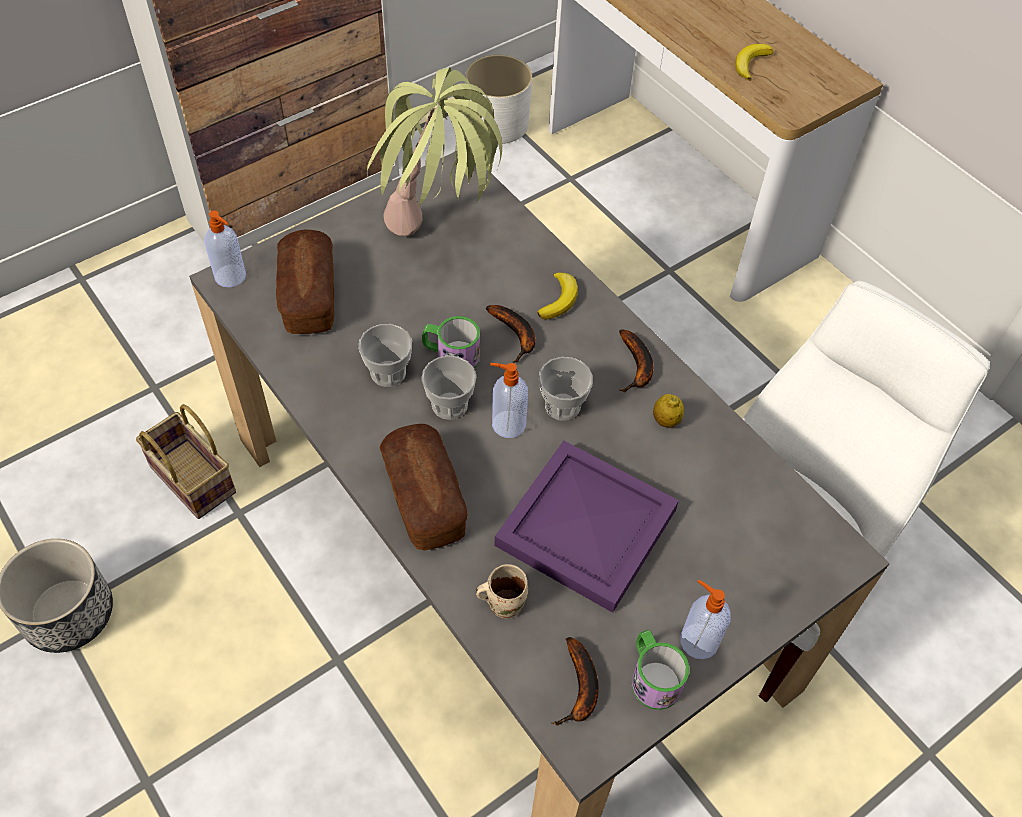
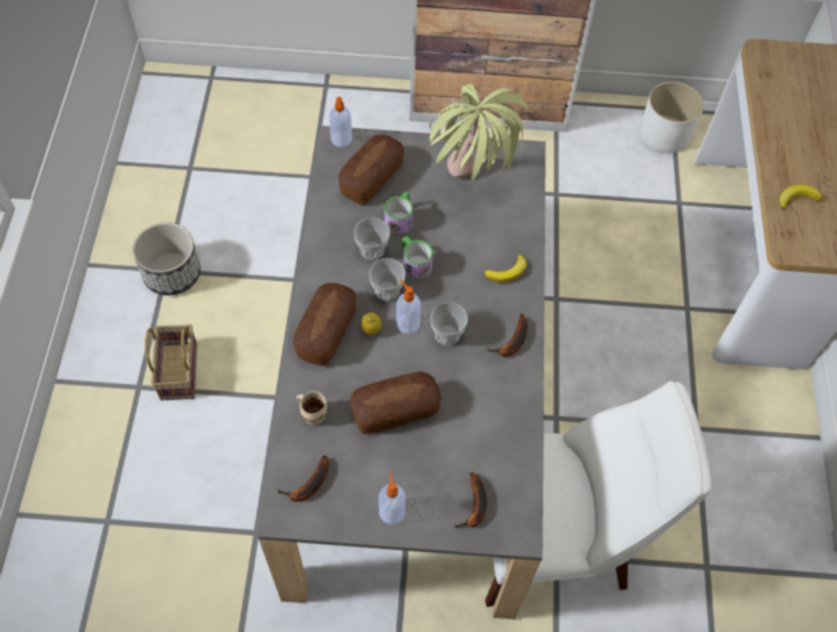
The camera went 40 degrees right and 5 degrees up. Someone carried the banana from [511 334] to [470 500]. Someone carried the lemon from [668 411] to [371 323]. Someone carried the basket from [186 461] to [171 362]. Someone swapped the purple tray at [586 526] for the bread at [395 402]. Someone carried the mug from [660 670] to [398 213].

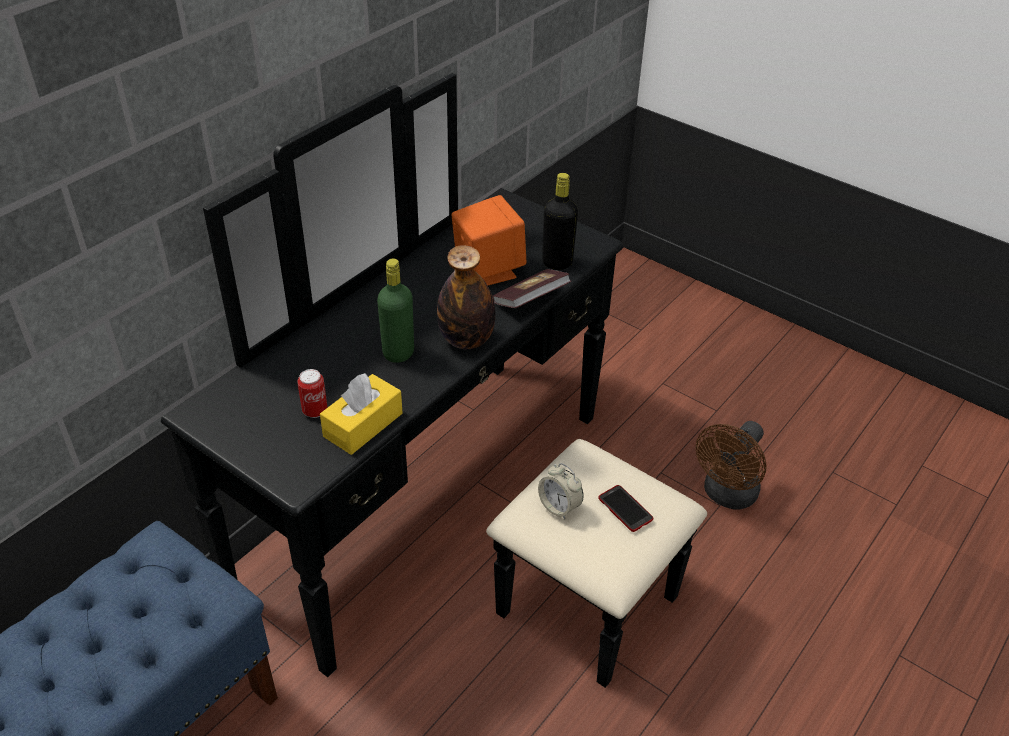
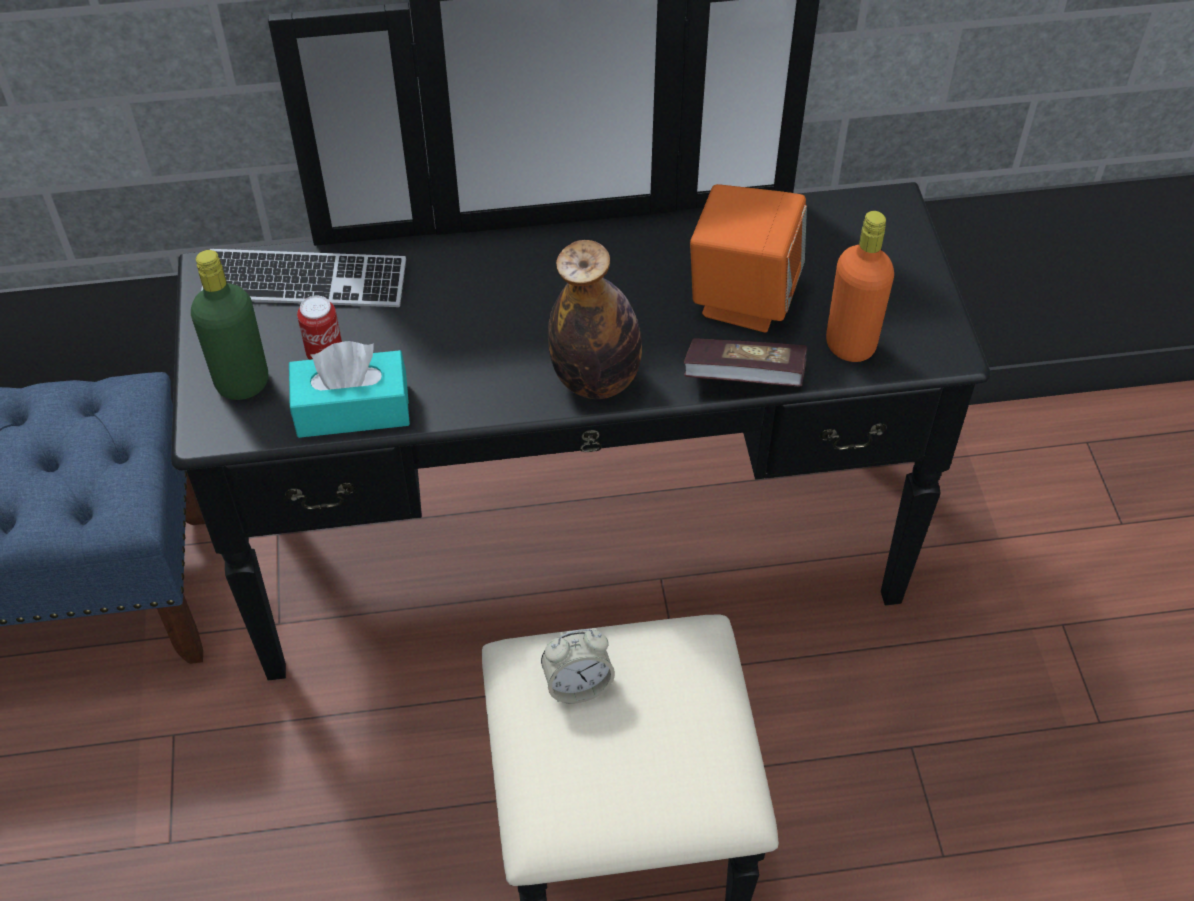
The camera went 45 degrees right and 10 degrees up. Someone repainted the black bottle at [560 221], which became the orange bottle at [860 286]. Someone carried the green bottle from [395 310] to [229 325]. Someone repainted the yellow tissue box at [361 414], which became the turquoise tissue box at [349 389]. Someone took away the brown fan at [731 465]. Someone rotated the alarm clock at [561 491] by 105 degrees counterclockwise. Someone took away the phone at [625 508]. Someone put down the keyboard at [303 278].

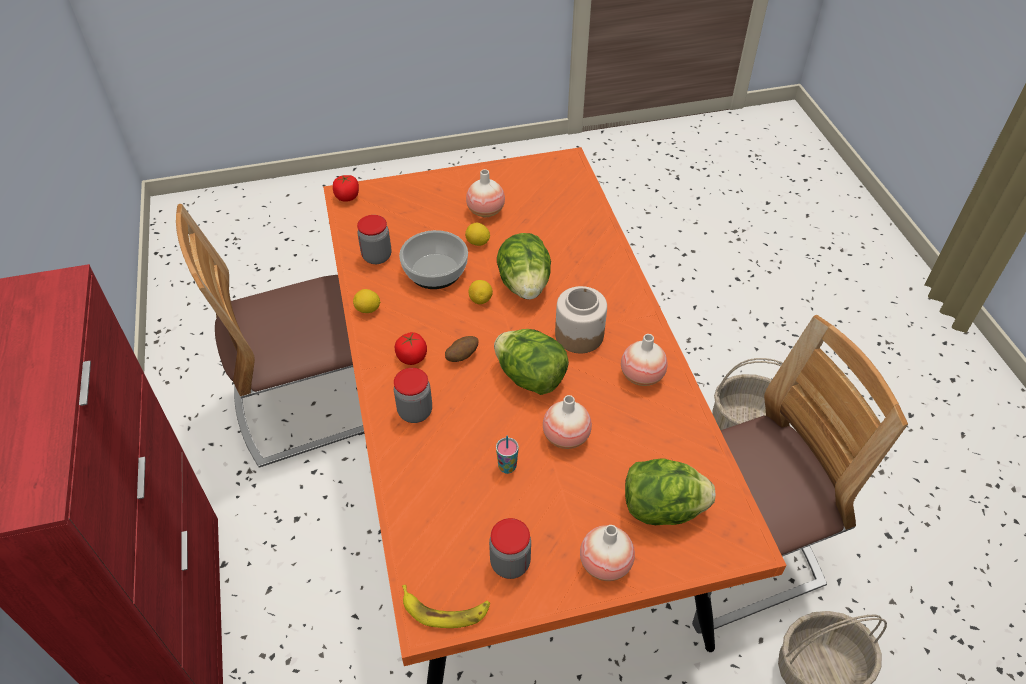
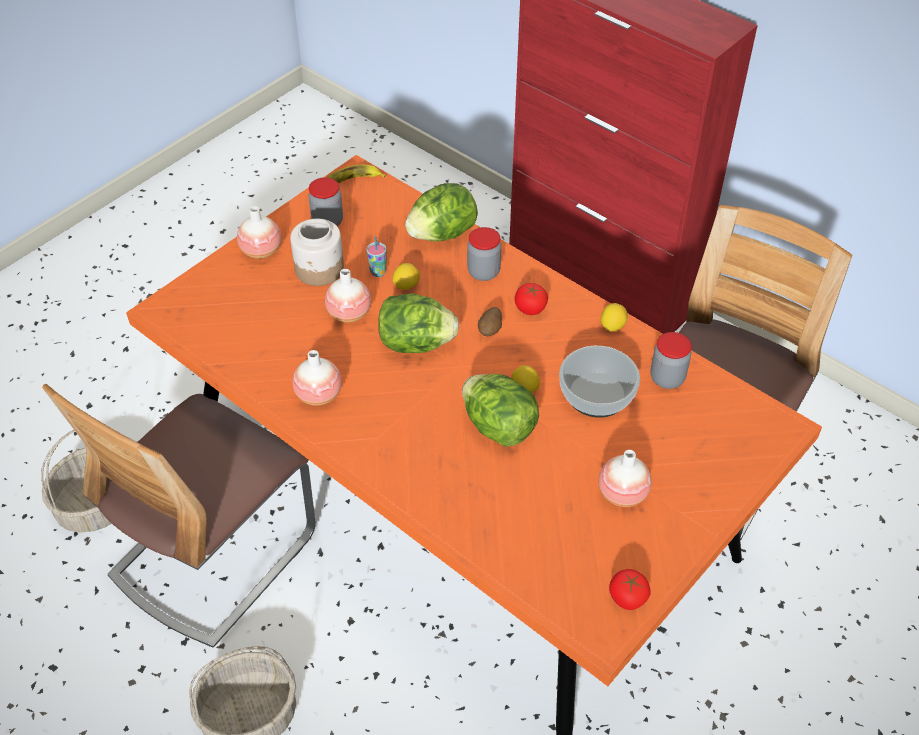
The camera went 145 degrees right and 0 degrees up. Someone carried the tomato from [346 188] to [630 589]. Someone carried the lemon from [477 234] to [406 276]. Someone carried the jar from [581 319] to [317 252]. Someone carried the lettuce from [670 491] to [441 212].

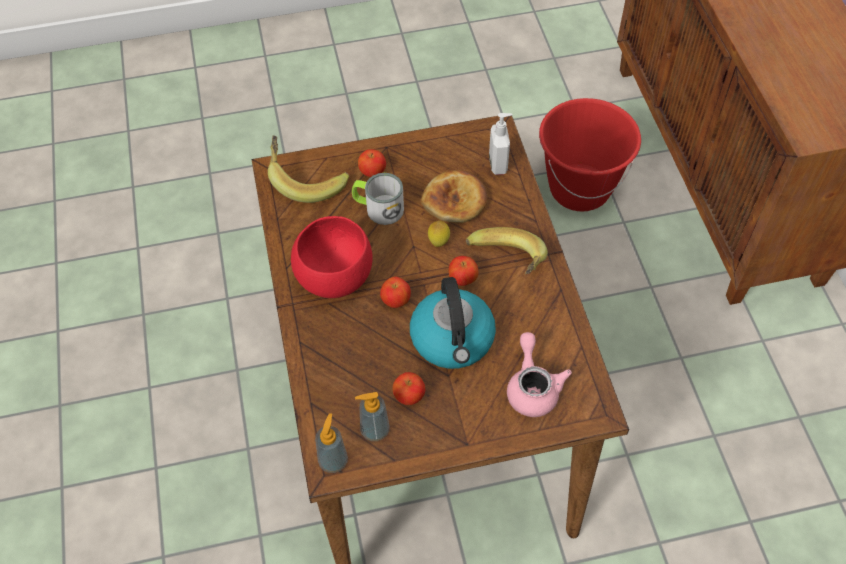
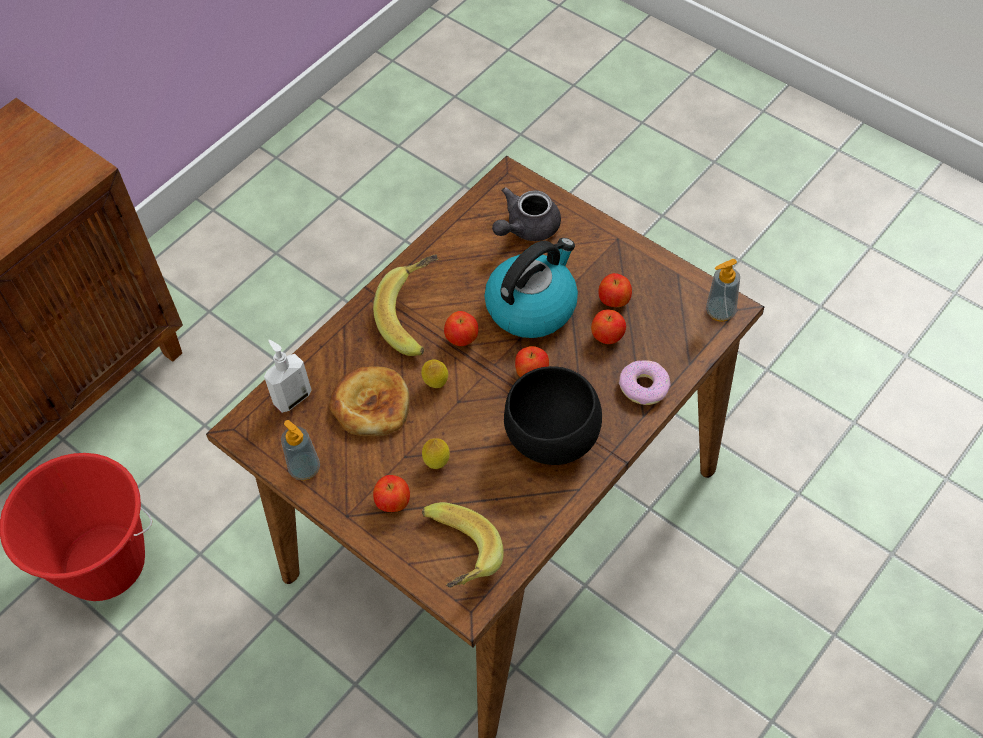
The camera went 125 degrees left and 0 degrees up. Someone swapped the mug at [378 199] for the lemon at [436 453]. Someone repainted the red bowl at [332 257], which became the black bowl at [553 415]. Someone repainted the pink teapot at [539 374], which became the grey teapot at [526 214]. Someone carried the soap dispenser from [372 416] to [300 450]. Someone put down the apple at [608 327]. Someone put down the donut at [645 383].

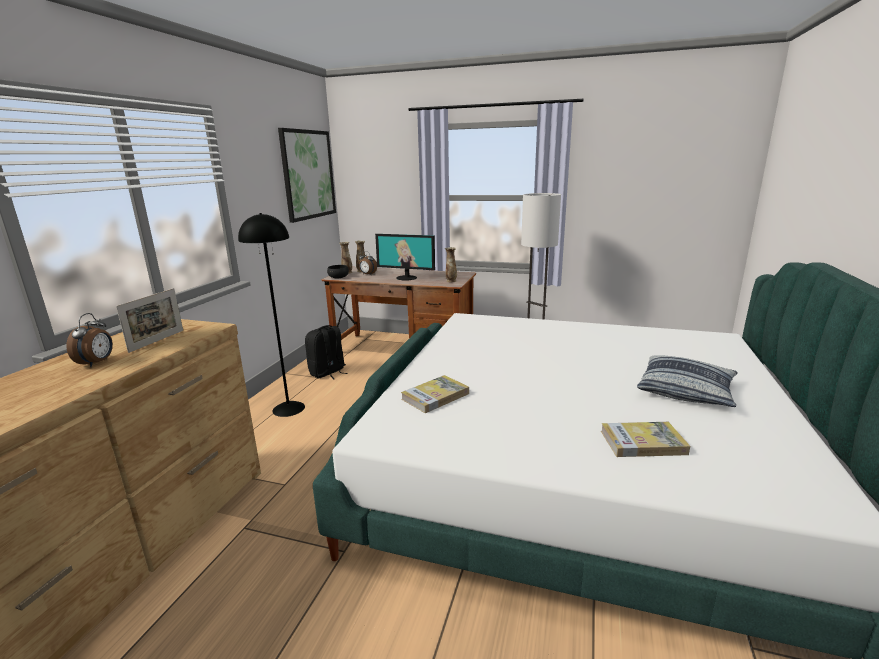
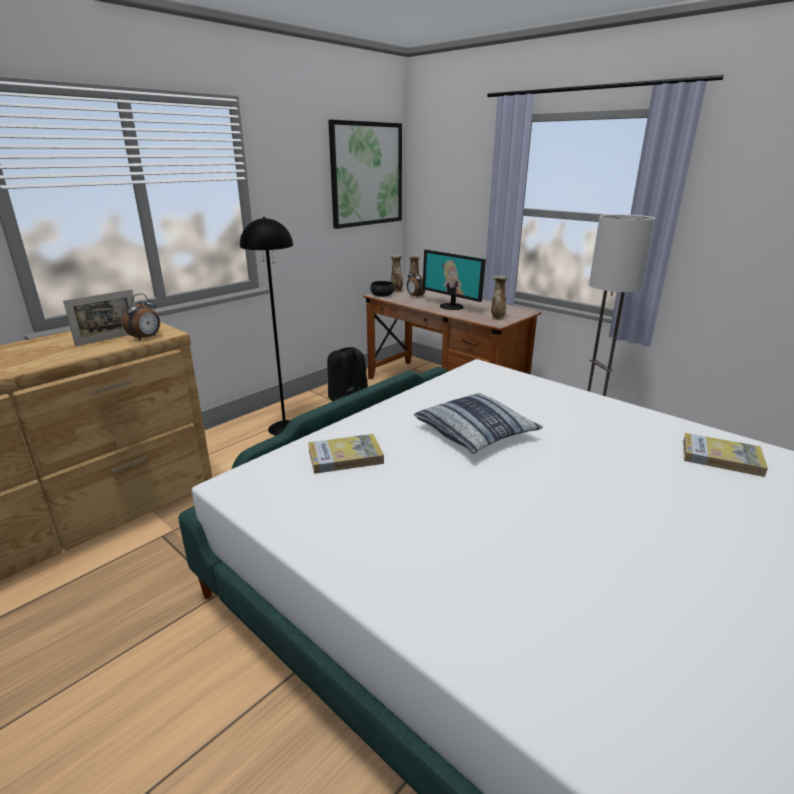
The camera went 25 degrees right and 5 degrees up. Someone carried the alarm clock from [89 340] to [141 317]. Someone carried the pillow from [687 381] to [478 423]. Someone carried the book from [645 439] to [725 455].

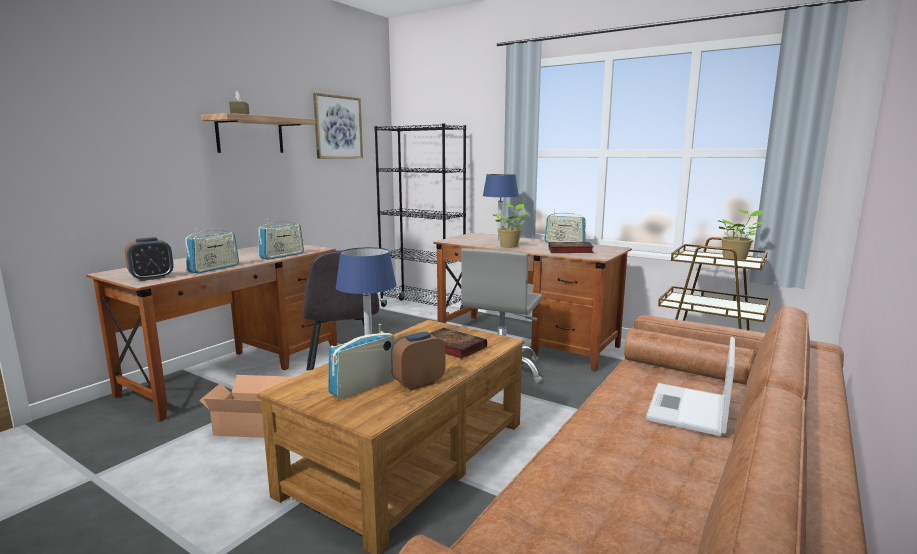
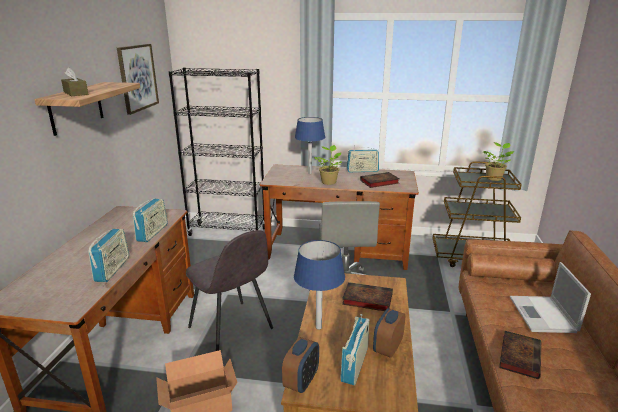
The camera went 25 degrees left and 10 degrees up. Someone carried the alarm clock from [149 259] to [300 365]. Someone put down the book at [520 355].

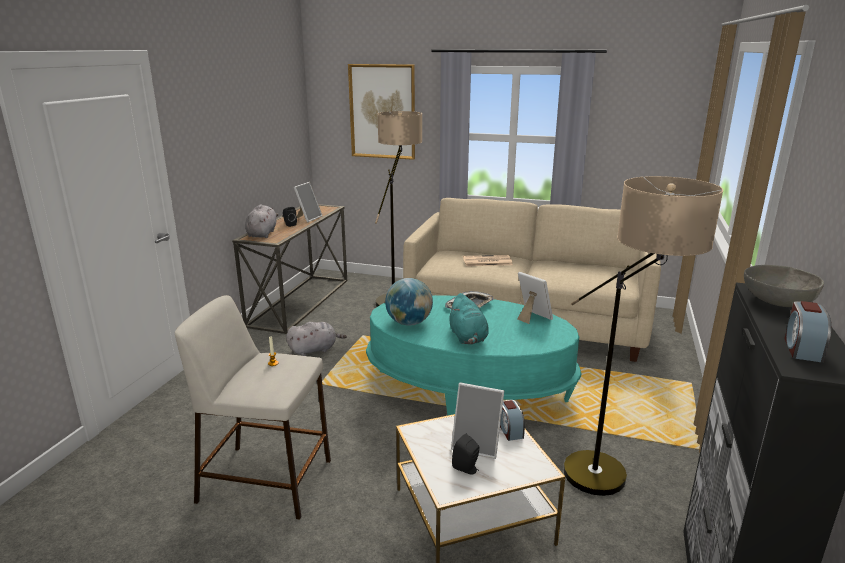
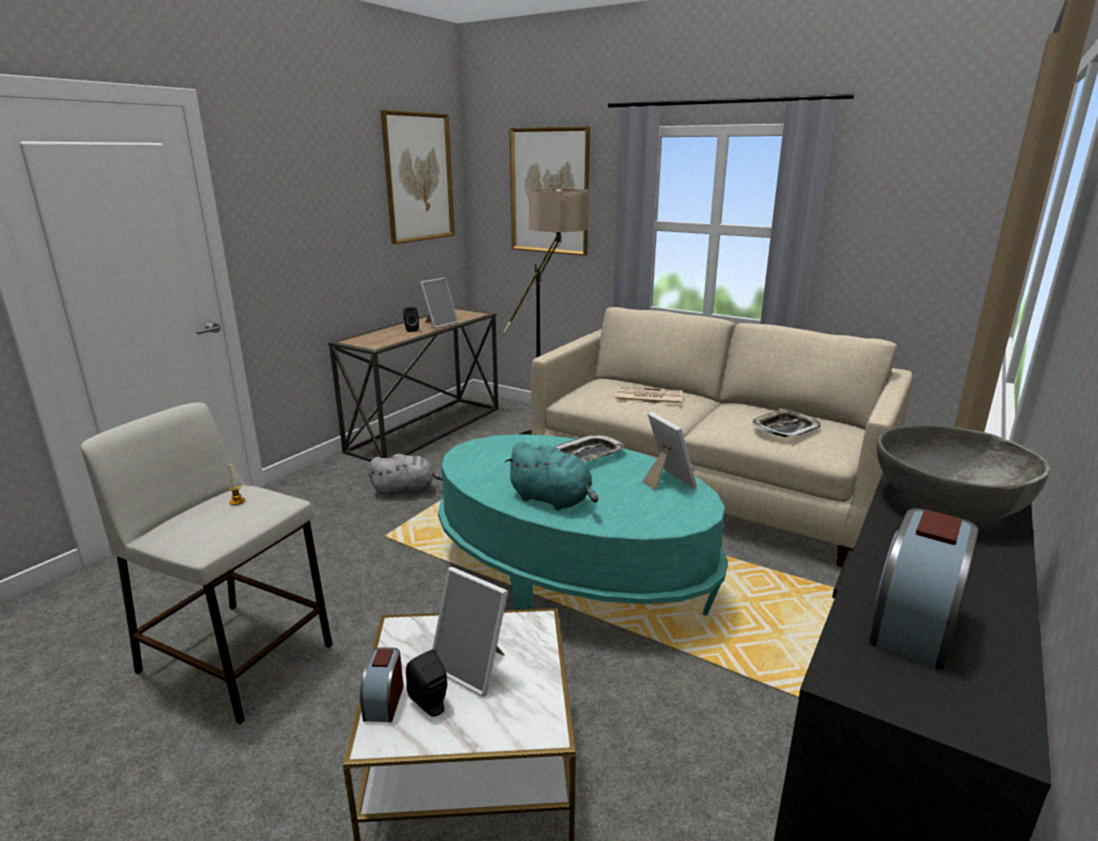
The camera went 15 degrees right and 0 degrees up. Someone took away the floor lamp at [643 336]. Someone took away the grey plush toy at [262 221]. Someone took away the globe at [409 302]. Someone rotated the turquoise plush toy at [468 318] by 60 degrees counterclockwise. Someone carried the alarm clock from [512 420] to [381 685]. Someone put up the picture at [417 177]. Someone put down the tray at [787 423].

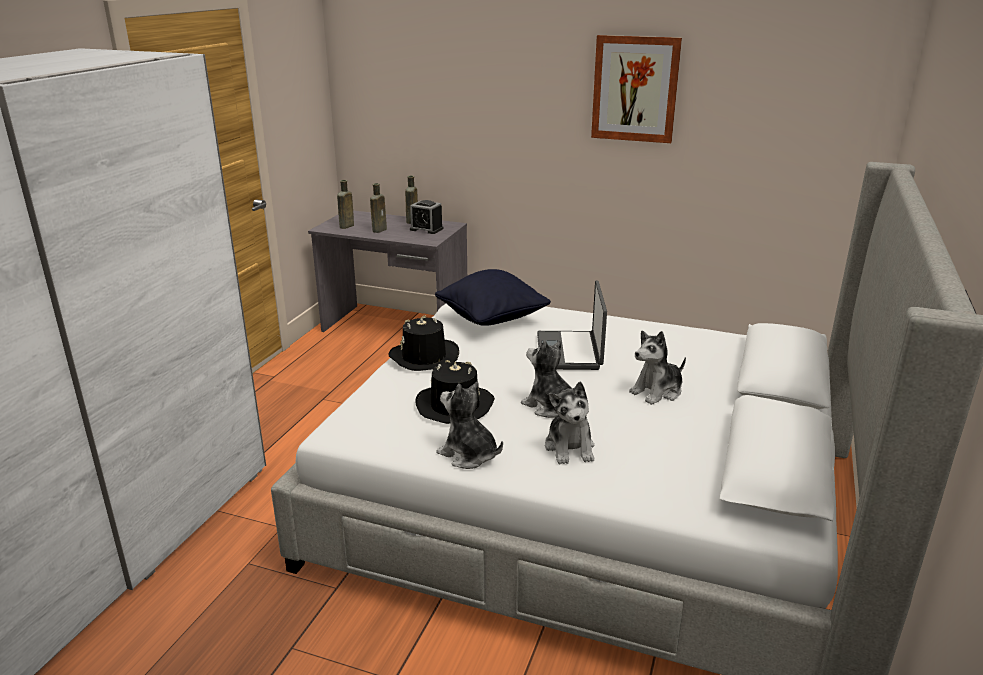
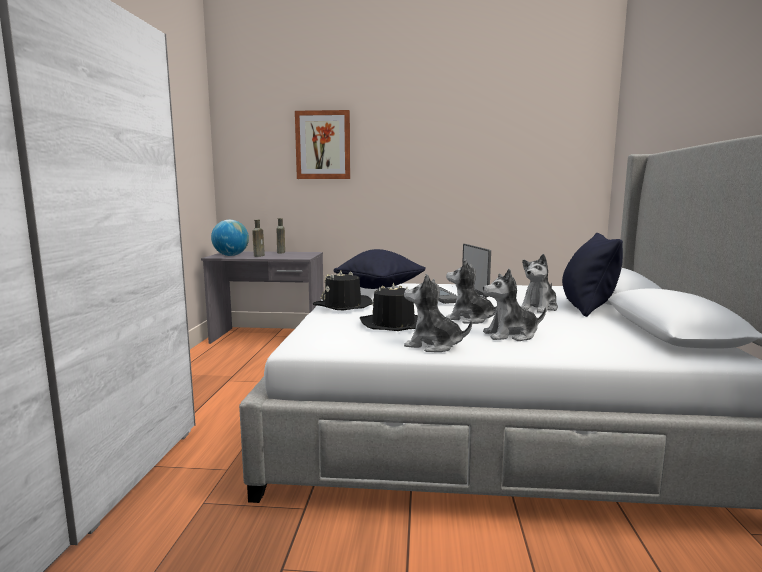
The camera went 15 degrees left and 15 degrees down. Someone carried the picture from [636 89] to [323 144]. Someone swapped the brown bottle at [345 204] for the globe at [230 238]. Someone took away the alarm clock at [426 217]. Someone rotated the plush toy at [569 423] by 105 degrees clockwise. Someone put down the black pillow at [592 275].

